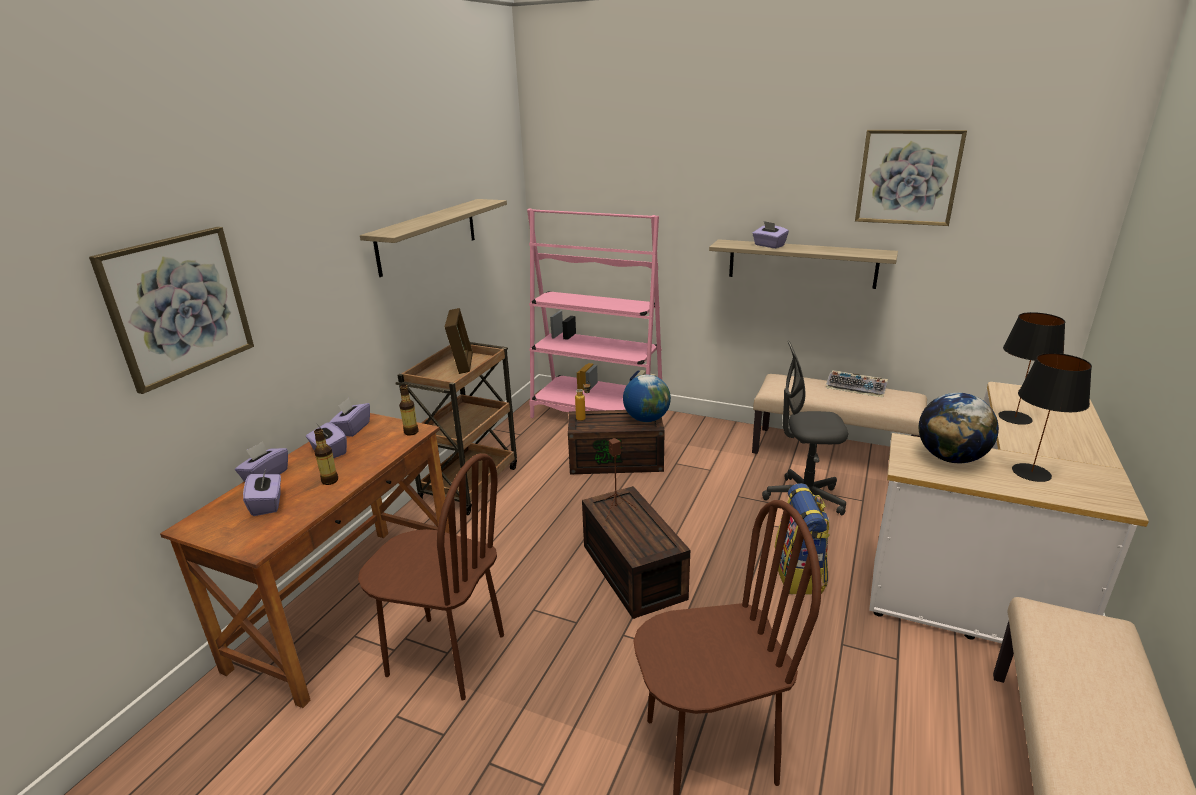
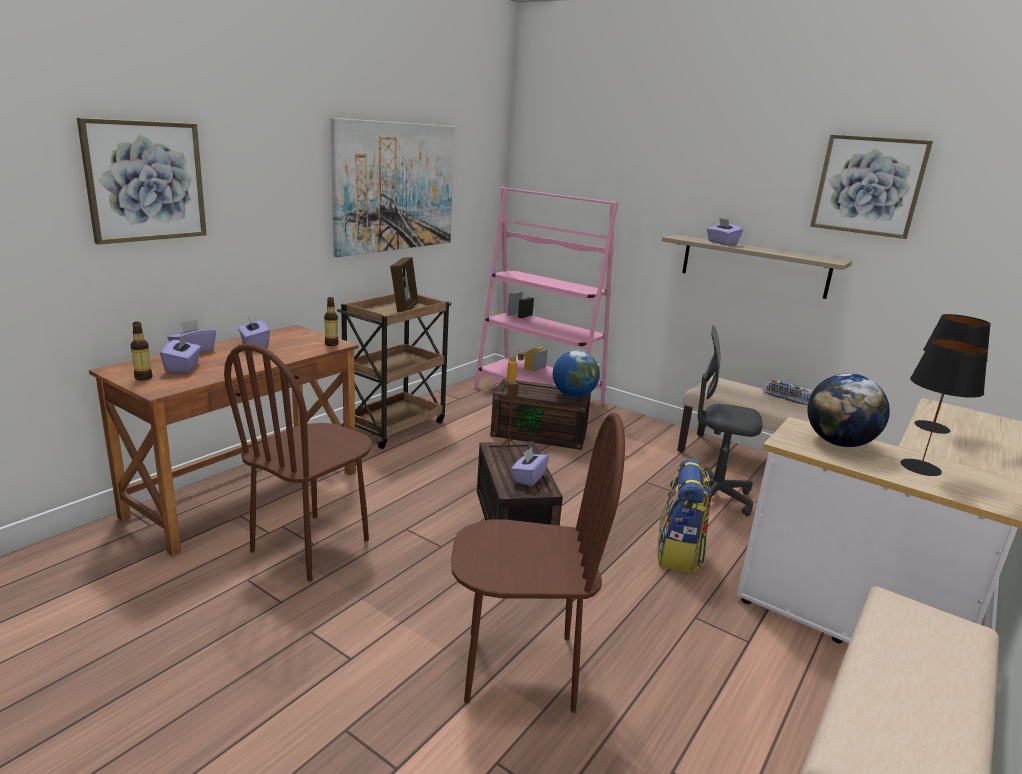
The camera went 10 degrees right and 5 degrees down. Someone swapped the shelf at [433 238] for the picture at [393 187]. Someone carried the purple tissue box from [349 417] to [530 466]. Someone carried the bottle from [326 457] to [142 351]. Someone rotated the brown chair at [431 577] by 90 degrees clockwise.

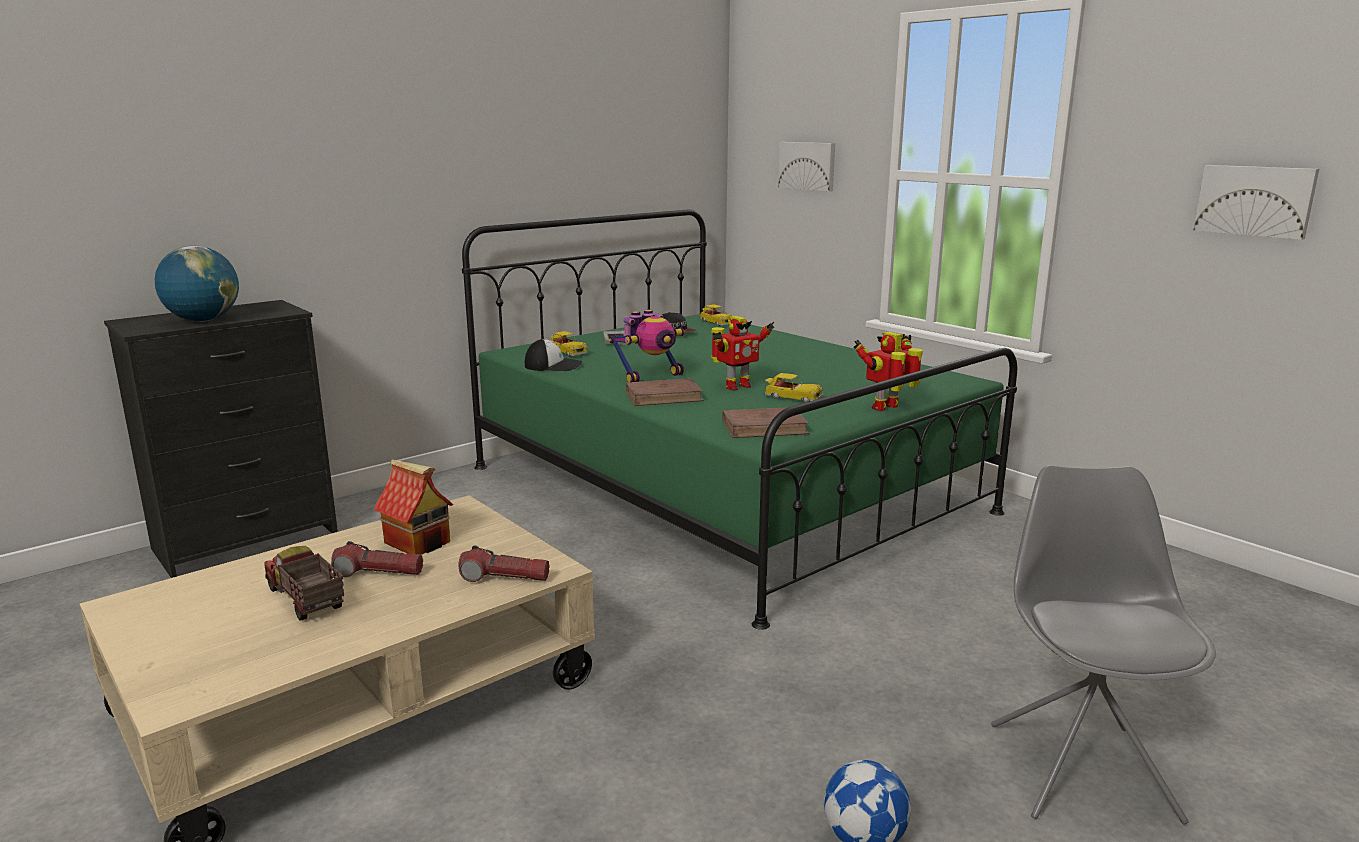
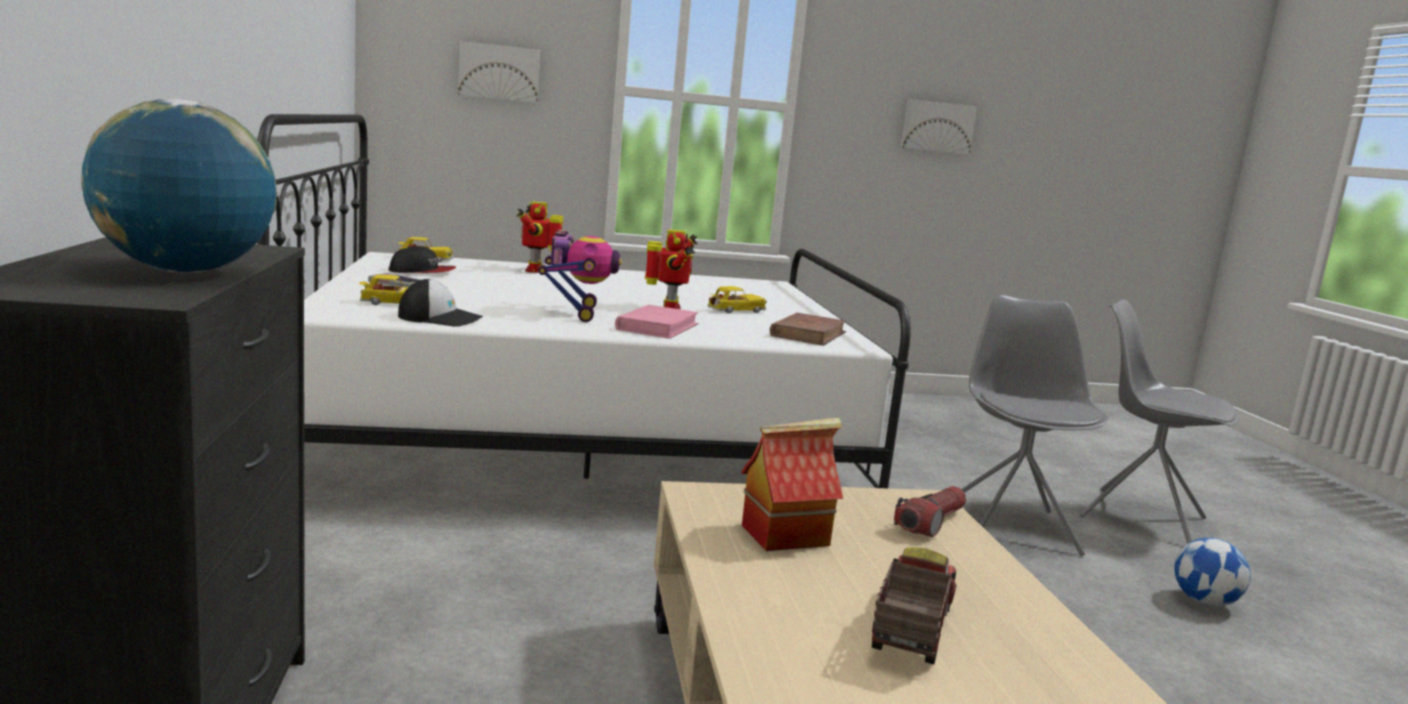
The camera went 60 degrees left and 5 degrees down. Someone repainted the green bed at [739 419], which became the white bed at [584 301]. Someone carried the toy robot from [888 371] to [539 237]. Someone rotated the cap at [553 355] by 60 degrees clockwise. Someone repainted the brown book at [665 392], which became the pink book at [656 322]. Someone took away the flashlight at [377 559]. Someone rotated the toy truck at [304 583] by 120 degrees clockwise. Someone put down the grey chair at [1035 425].

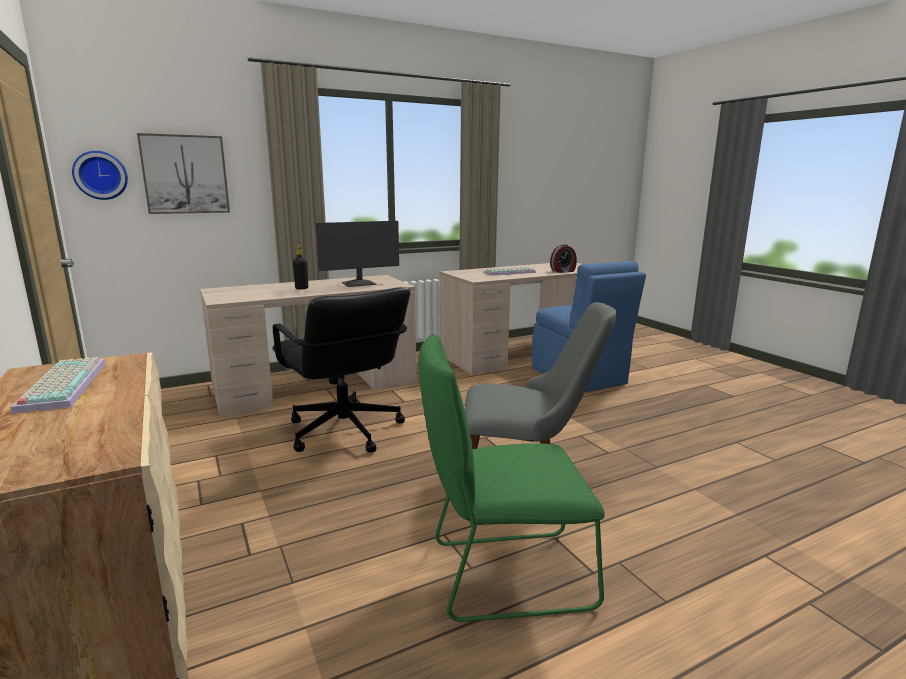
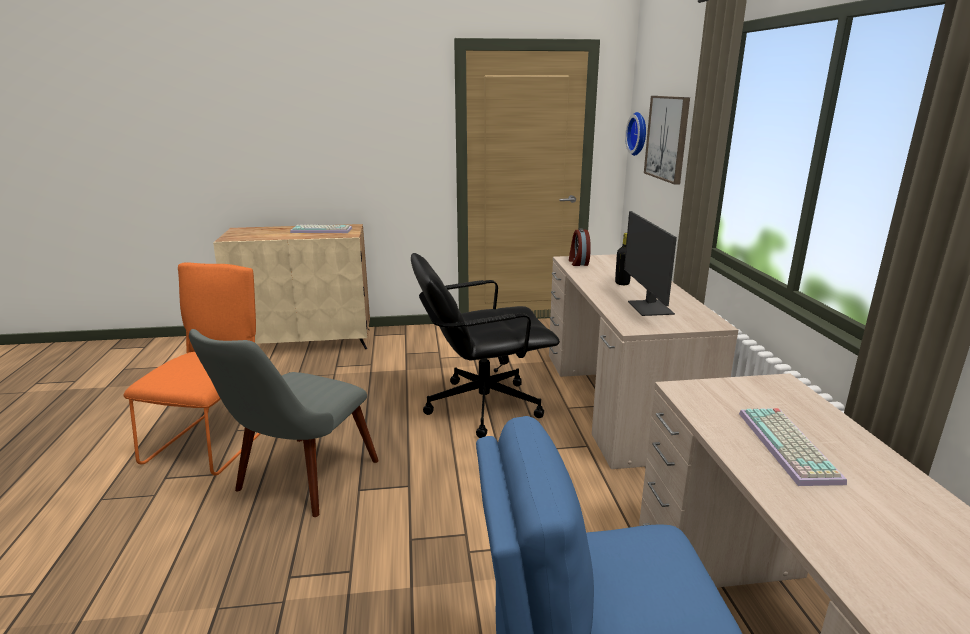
The camera went 110 degrees right and 5 degrees up. Someone carried the alarm clock from [563 258] to [580 247]. Someone repainted the green chair at [511 478], which became the orange chair at [192 368].

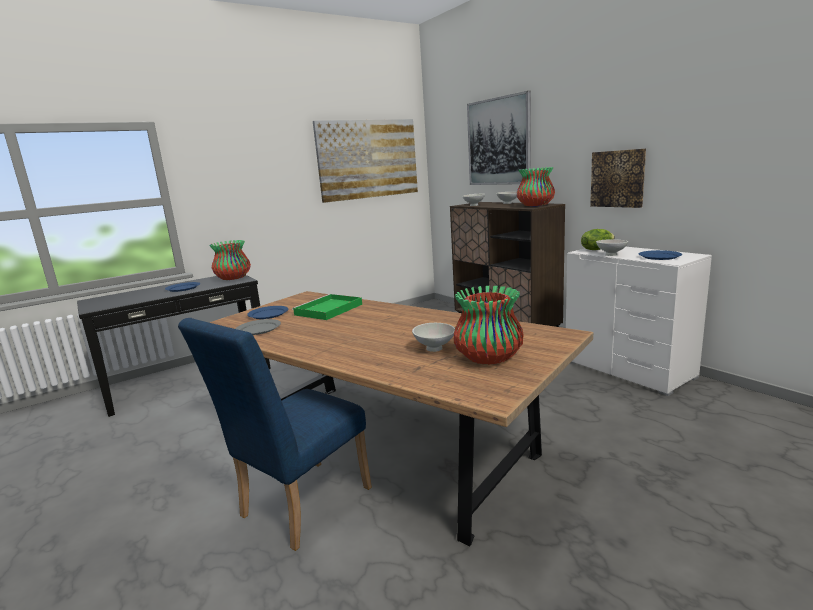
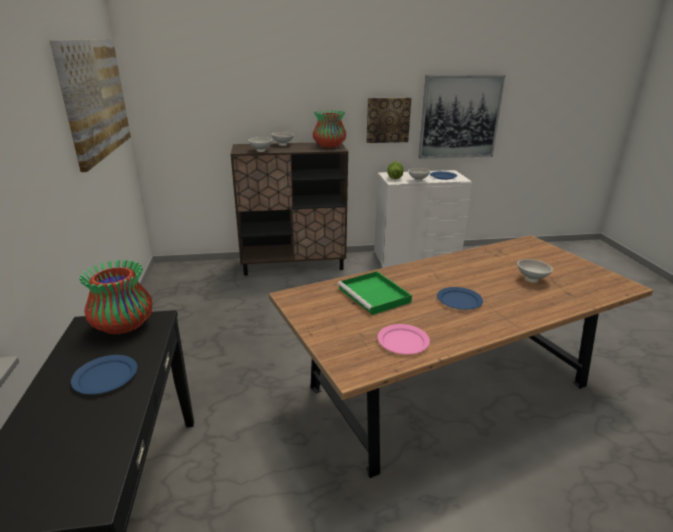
The camera went 65 degrees left and 10 degrees up. Someone carried the picture from [499 138] to [461 117]. Someone took away the vase at [488 325]. Someone carried the blue plate from [268 312] to [460 298]. Someone took away the blue chair at [275 434]. Someone repainted the grey plate at [258 327], which became the pink plate at [404 339].

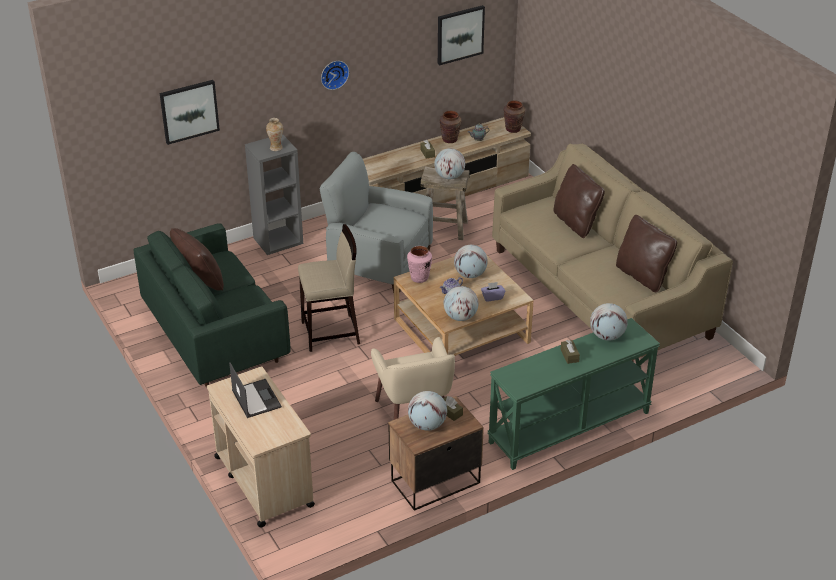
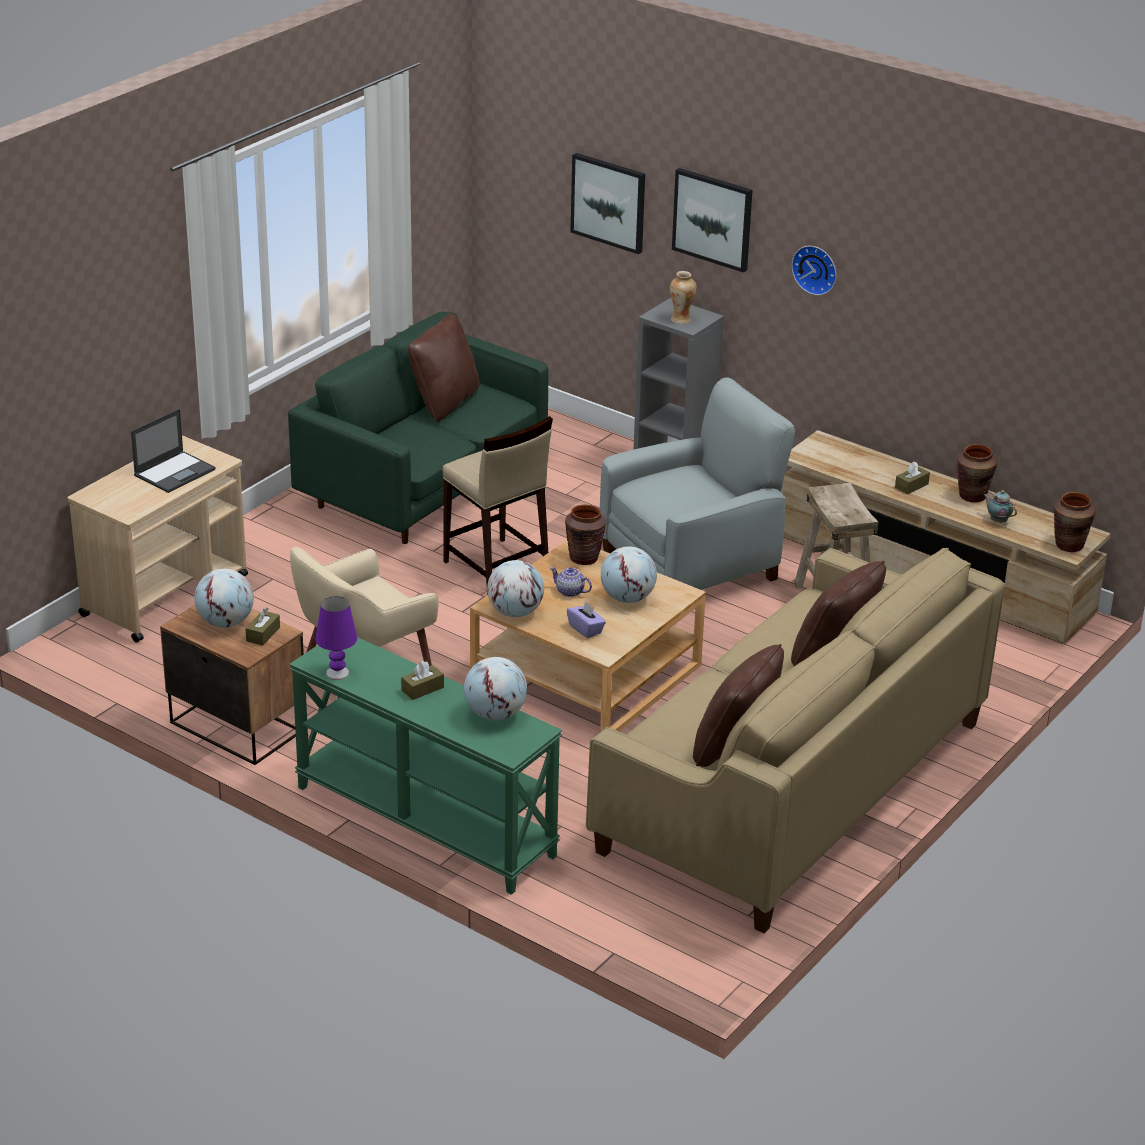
The camera went 65 degrees right and 5 degrees down. Someone carried the picture from [461 35] to [712 220]. Someone took away the globe at [449 163]. Someone rotated the grey armchair at [376 222] by 60 degrees clockwise. Someone repainted the pink vase at [419 264], which became the brown vase at [585 535]. Someone put down the purple table lamp at [336 638].

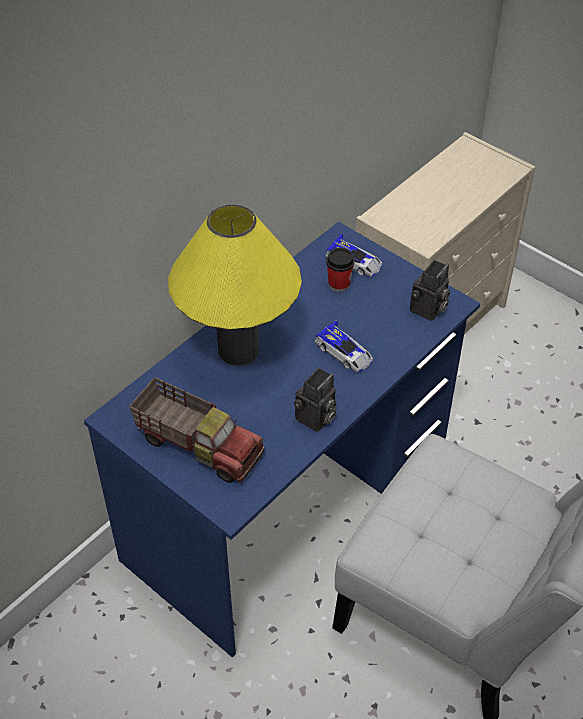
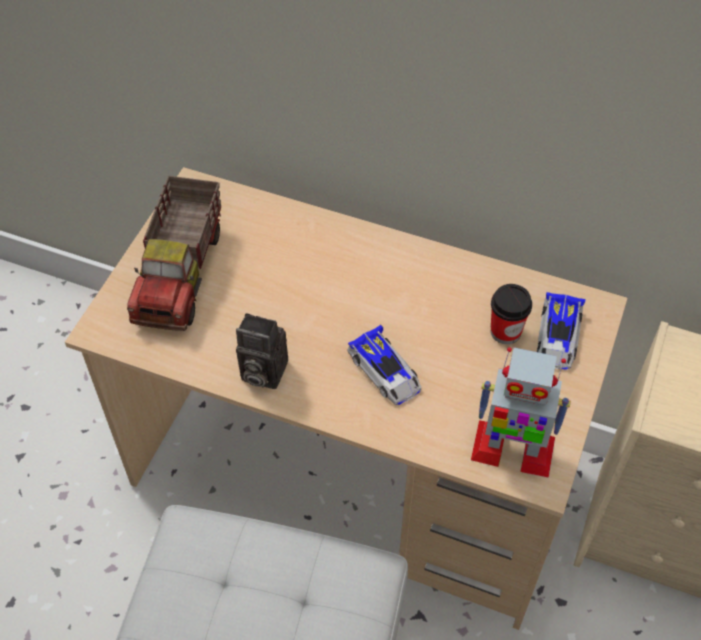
The camera went 70 degrees right and 5 degrees up. Someone took away the yellow table lamp at [235 285]. Someone repainted the blue desk at [282 439], which became the beige desk at [346 398]. Someone swapped the photo camera at [430 290] for the toy robot at [521 412]. Someone rotated the toy car at [343 346] by 60 degrees counterclockwise.

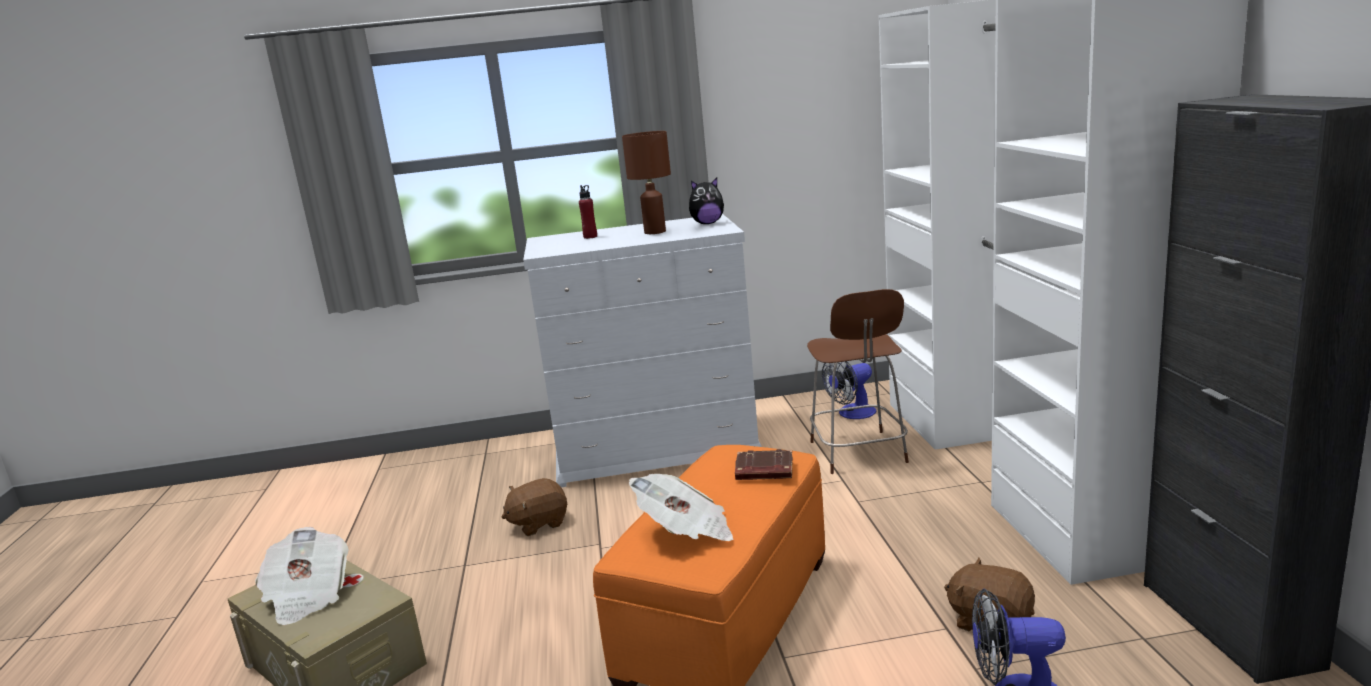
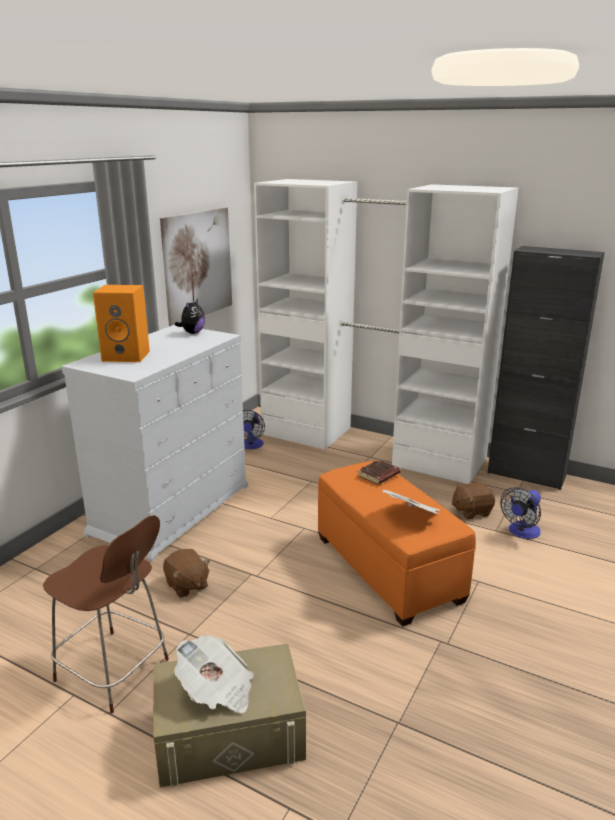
The camera went 55 degrees left and 5 degrees up. Someone took away the brown table lamp at [646 182]. Someone swapped the red bottle at [588 212] for the orange speaker at [121 323]. Someone carried the brown chair from [858 381] to [106 614]. Someone rotated the brown plush toy at [534 507] by 45 degrees counterclockwise. Someone put up the picture at [196 267].

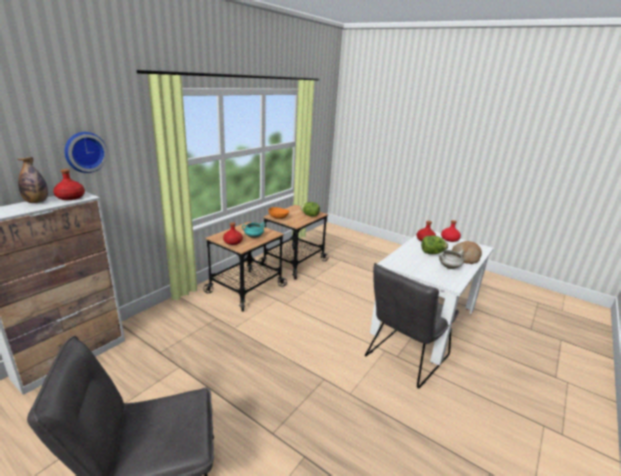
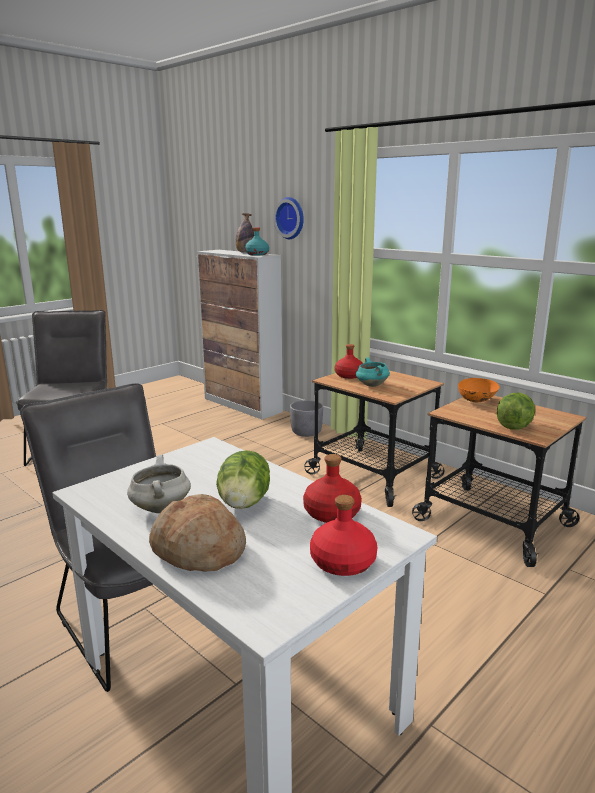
The camera went 100 degrees right and 5 degrees down. Someone repainted the red bottle at [69 184], which became the turquoise bottle at [257 241]. Someone put down the grey planter at [306 418].

